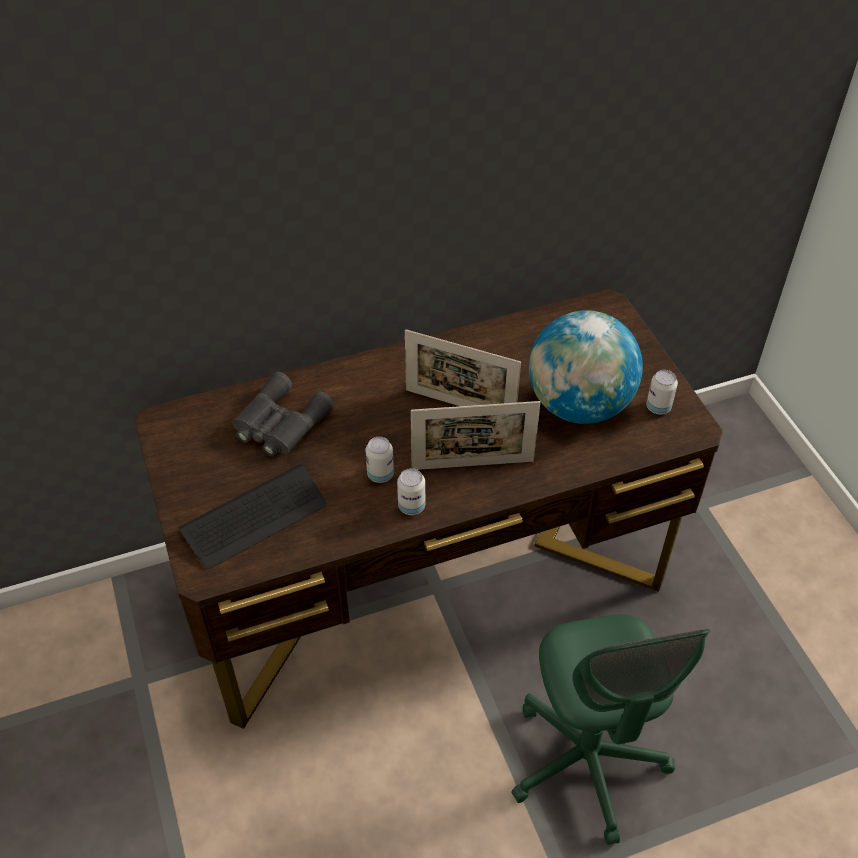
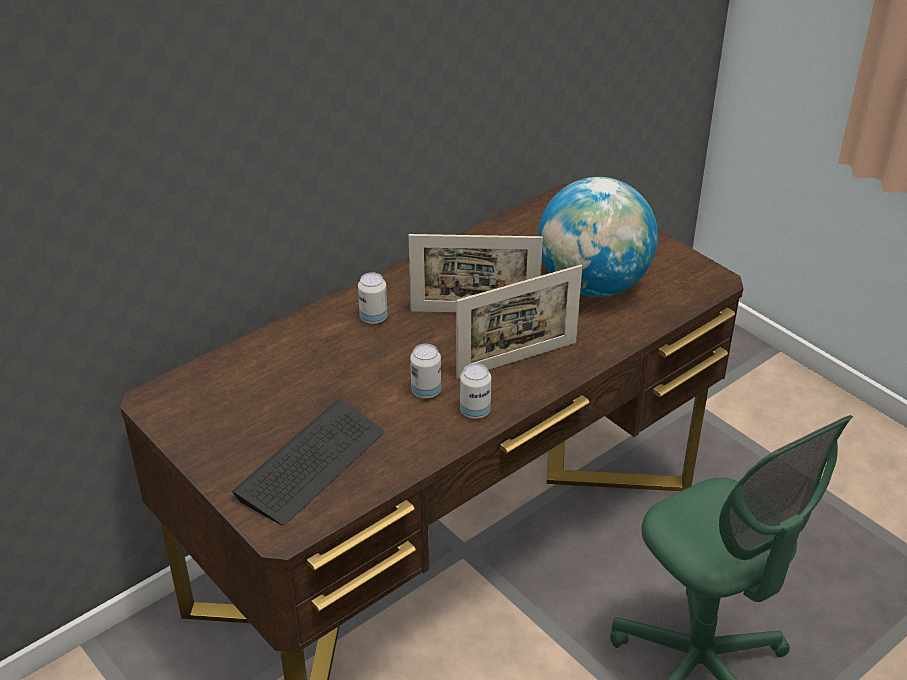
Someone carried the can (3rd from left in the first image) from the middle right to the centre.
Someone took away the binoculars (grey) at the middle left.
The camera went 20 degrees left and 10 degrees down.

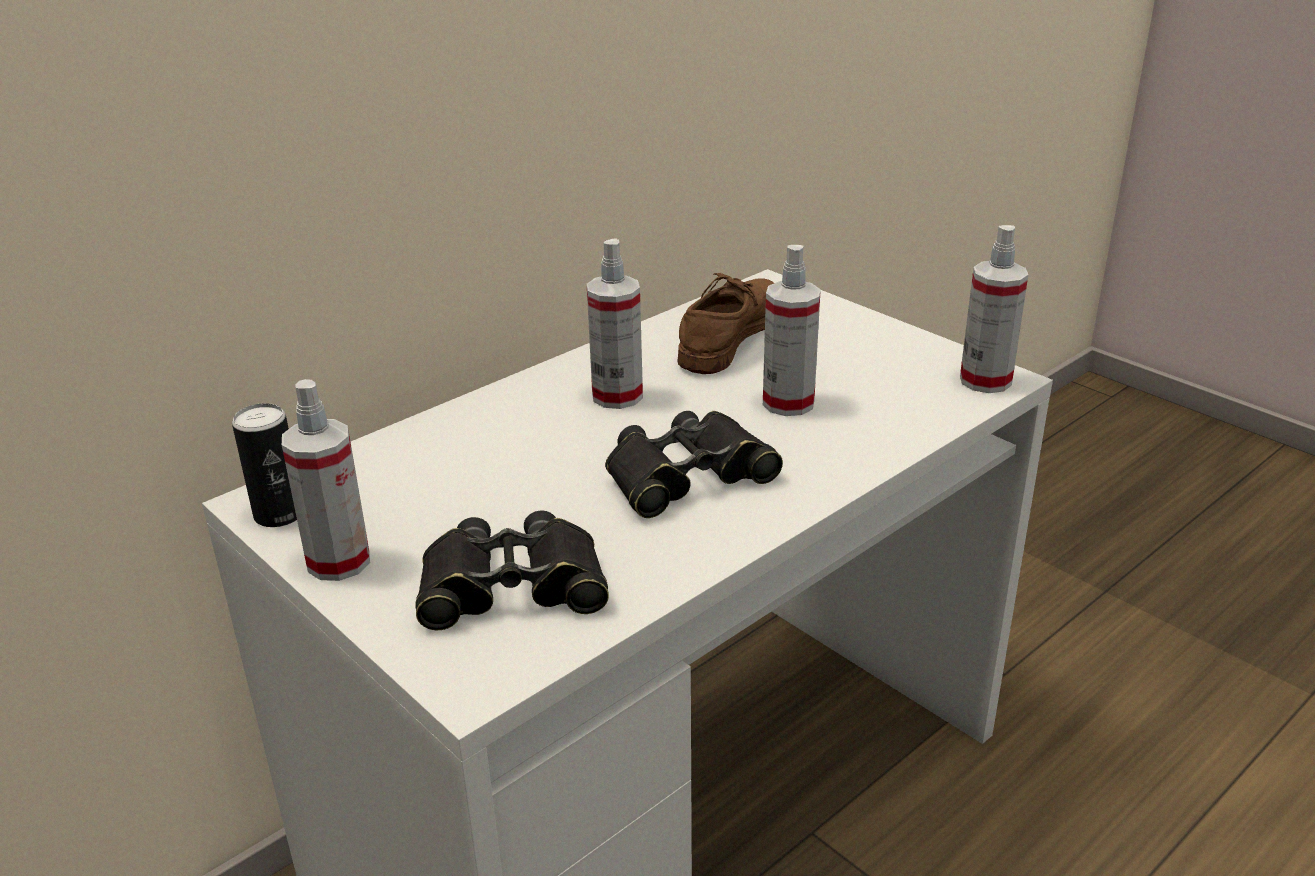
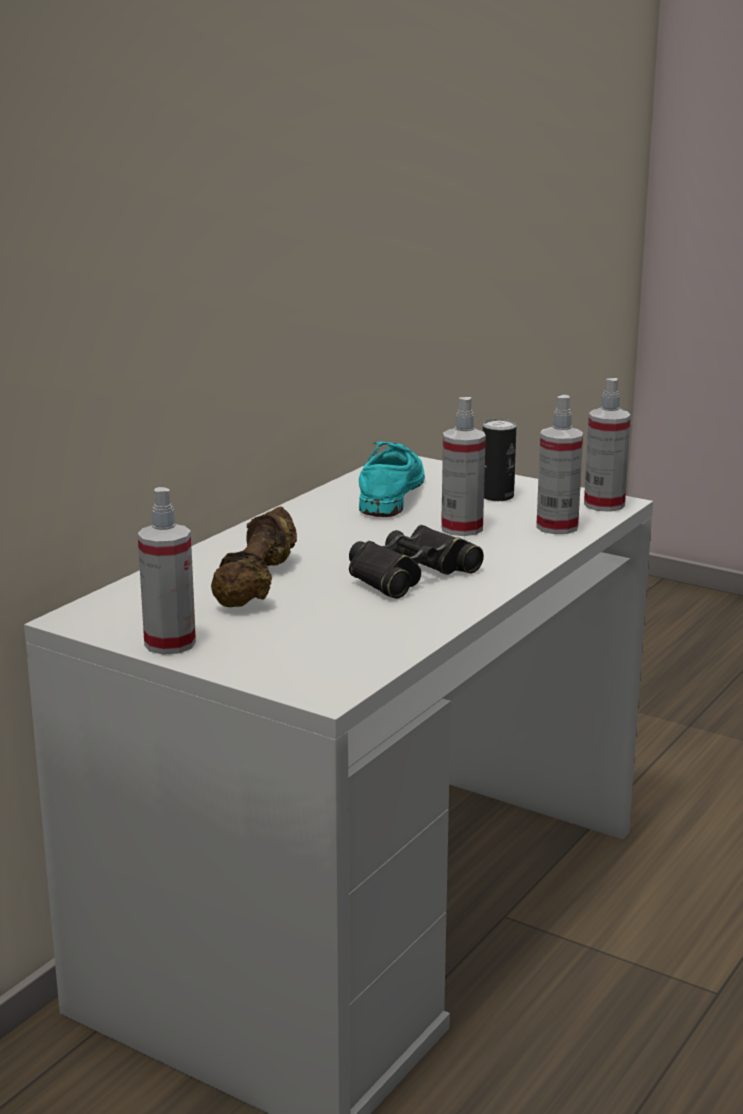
Someone put down the dumbbell (brown) at the centre.
Someone repainted the shoe (brown) at the centre, which became the shoe (turquoise) at the centre.
Someone carried the can from the middle left to the middle right.
Someone carried the spray bottle (2nd from left in the first image) from the centre to the middle right.
Someone took away the binoculars (black) (1st from left) at the centre.
The camera went 15 degrees left and 10 degrees down.

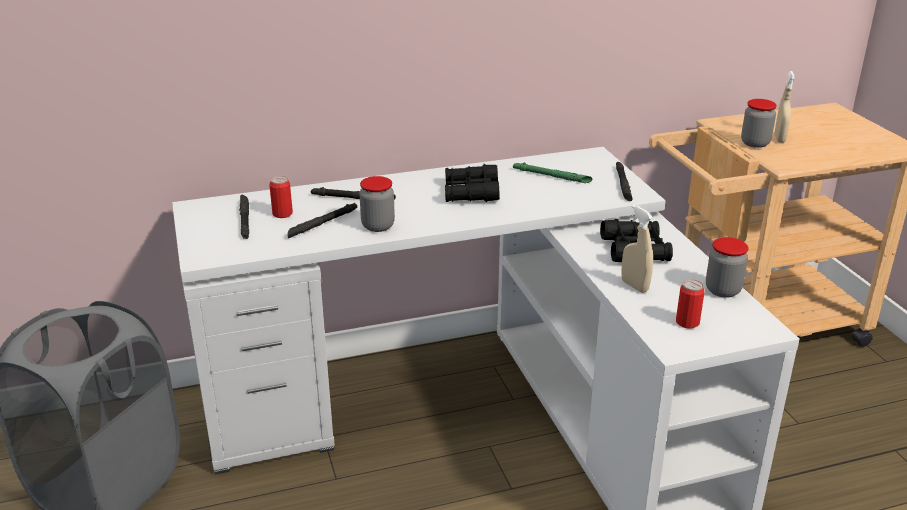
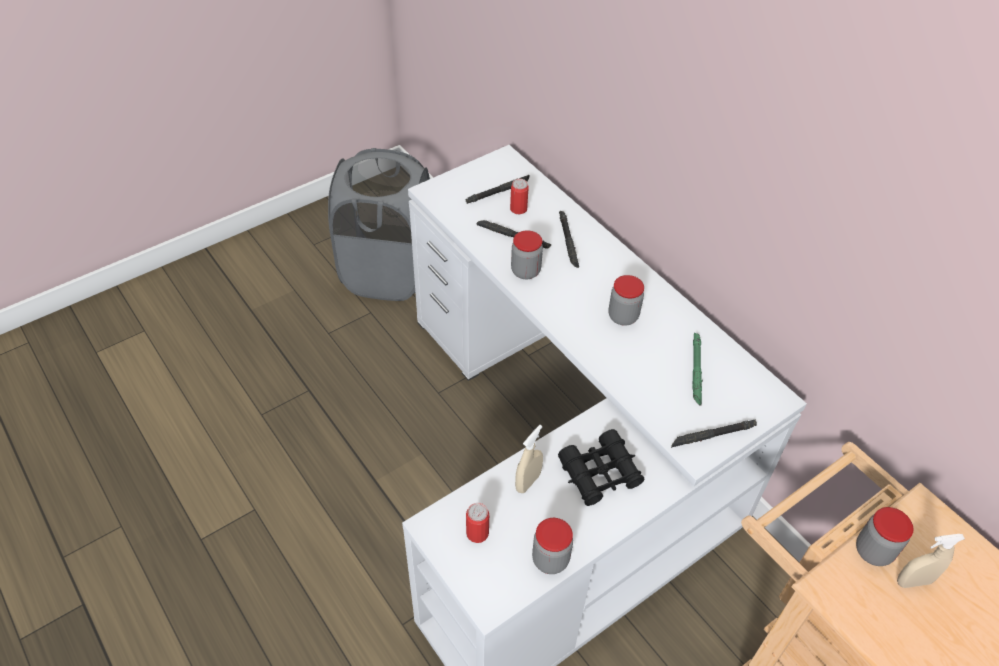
Someone swapped the binoculars (black) (1st from left) at the centre for the jar (3rd from left) at the centre.
The camera went 70 degrees right and 20 degrees up.

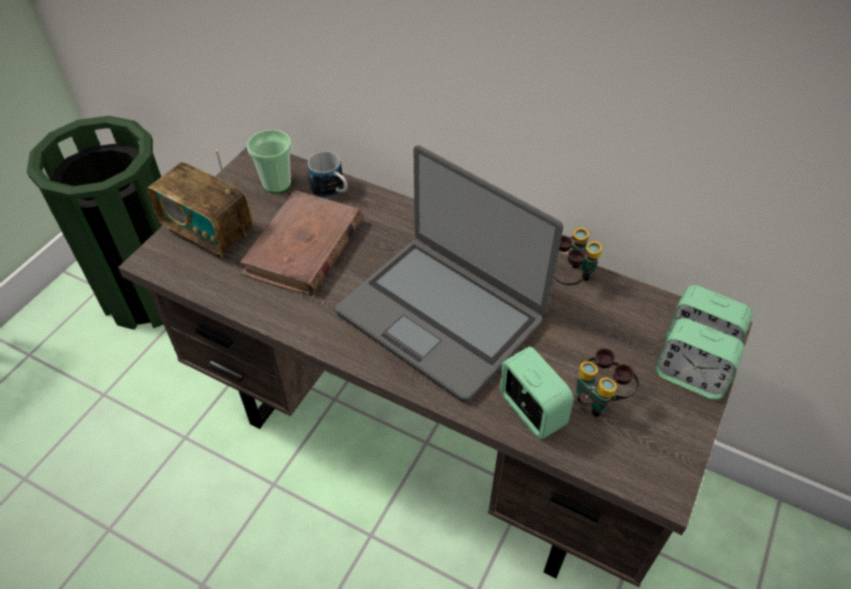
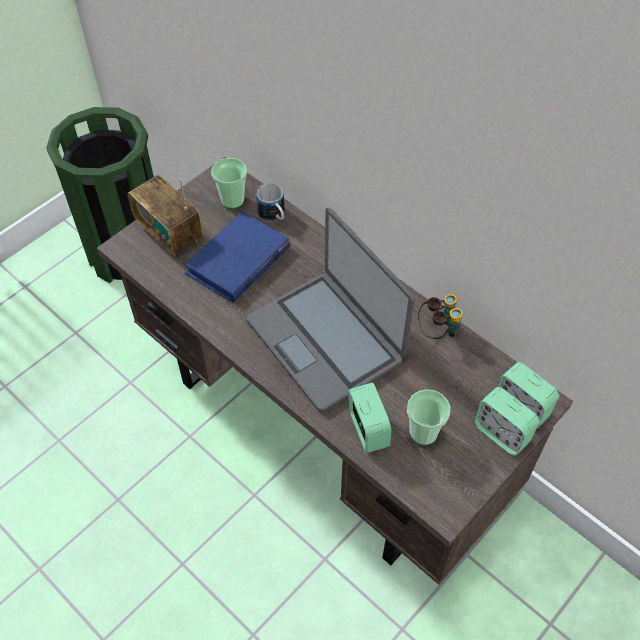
Someone repainted the book (brown) at the centre, which became the book (blue) at the centre.
Someone swapped the binoculars (2nd from left) at the middle right for the cup (2nd from left) at the middle right.
The camera went 15 degrees right and 5 degrees up.

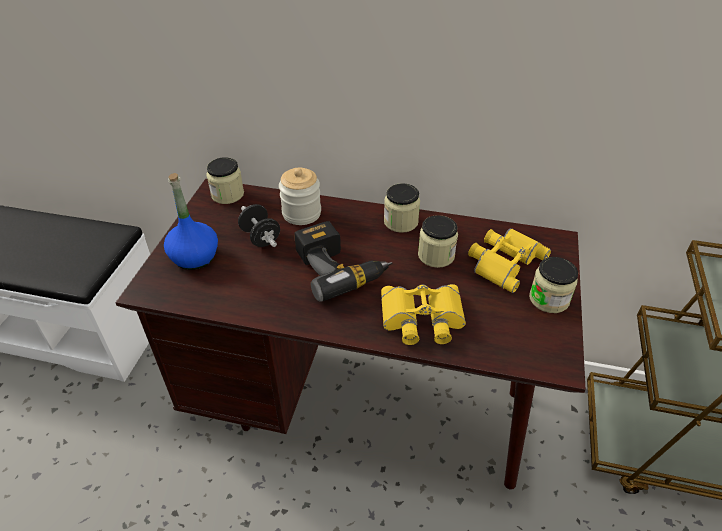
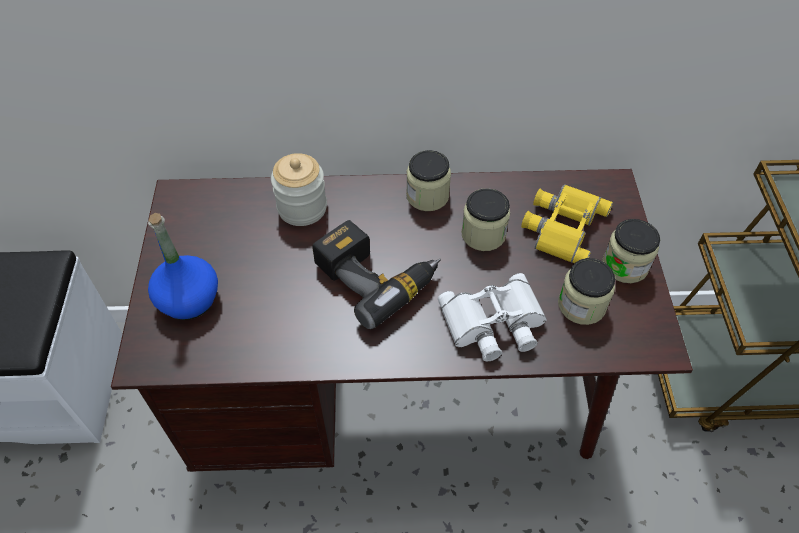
Someone repainted the binoculars (yellow) (1st from left) at the centre, which became the binoculars (white) at the centre.
Someone carried the jar (1st from left in the first image) from the middle left to the middle right.
Someone took away the dumbbell (black) at the centre.
The camera went 15 degrees left and 10 degrees up.

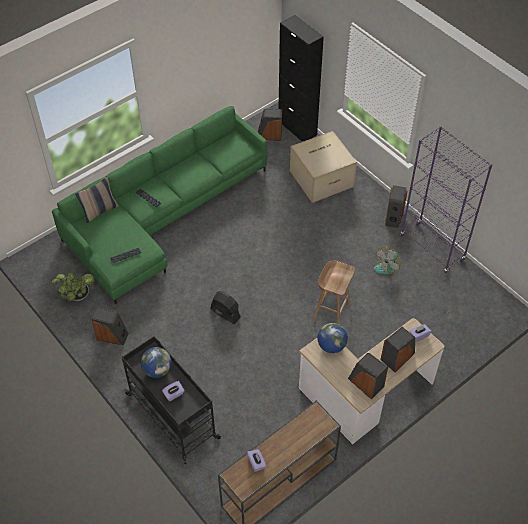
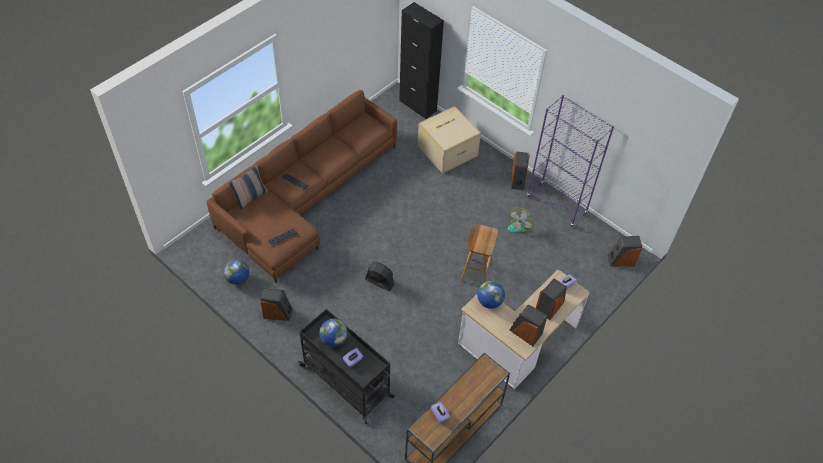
Someone repainted the sofa (green) at the middle left, which became the sofa (brown) at the centre.
Someone swapped the potted plant at the middle left for the globe (1st from left) at the middle left.
Someone carried the speaker (2nd from left in the first image) from the top centre to the middle right.
The camera went 10 degrees left and 0 degrees up.

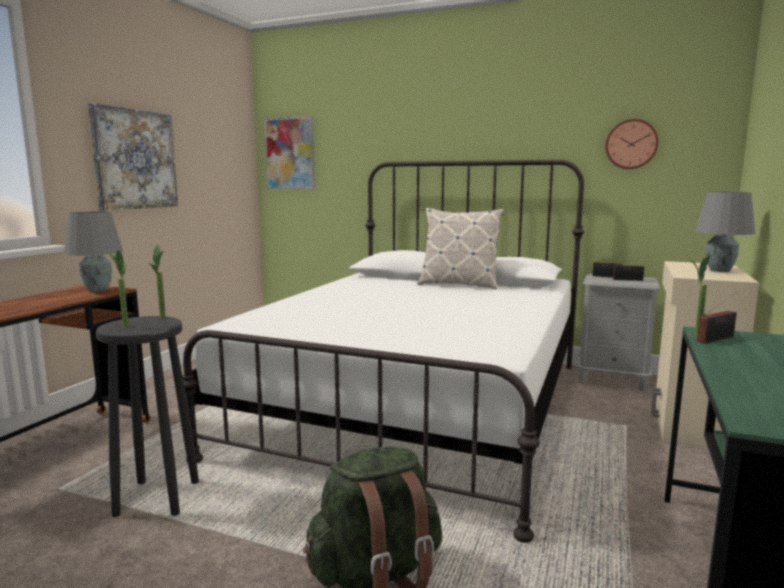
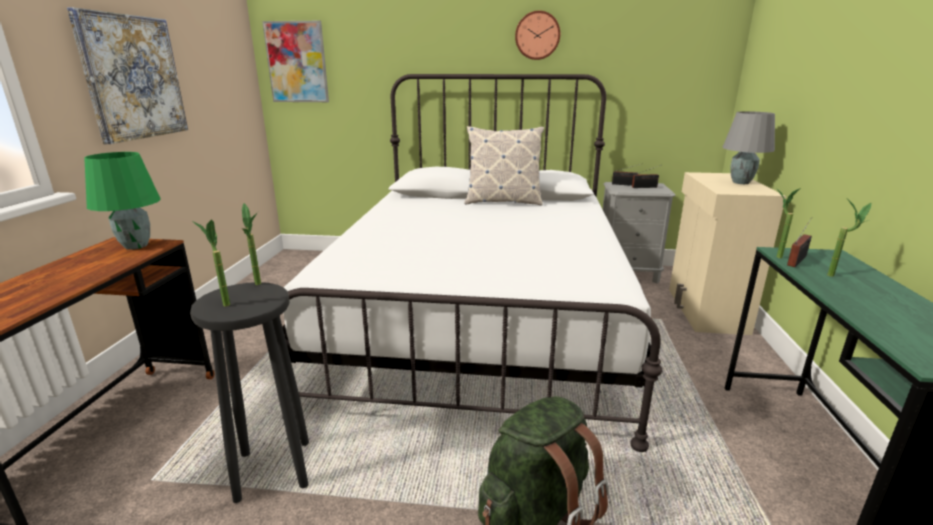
Someone repainted the table lamp (grey) (1st from left) at the middle left, which became the table lamp (green) at the middle left.
Someone carried the wall clock from the top right to the top centre.
Someone put down the potted plant (4th from left) at the middle right.
The camera went 15 degrees left and 10 degrees up.

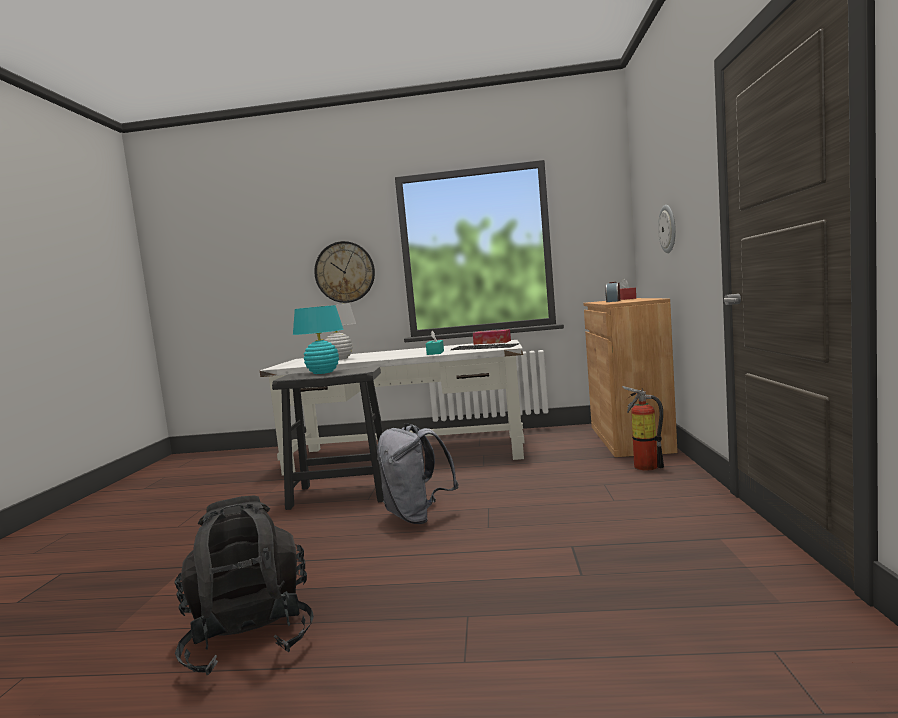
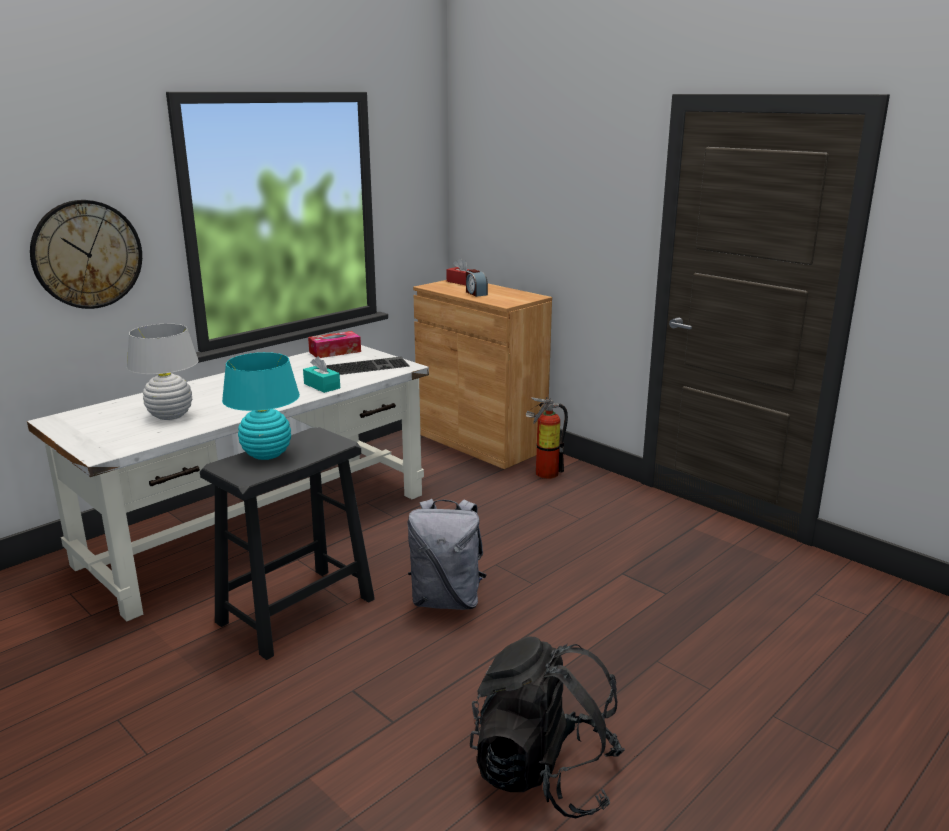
Someone took away the wall clock (2nd from left) at the top right.
The camera went 50 degrees left and 15 degrees up.

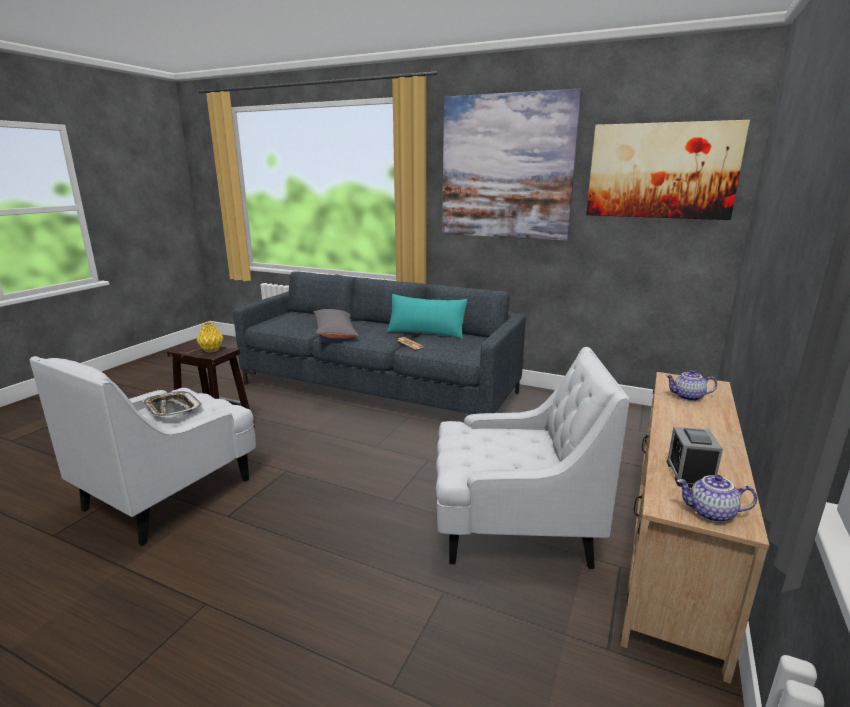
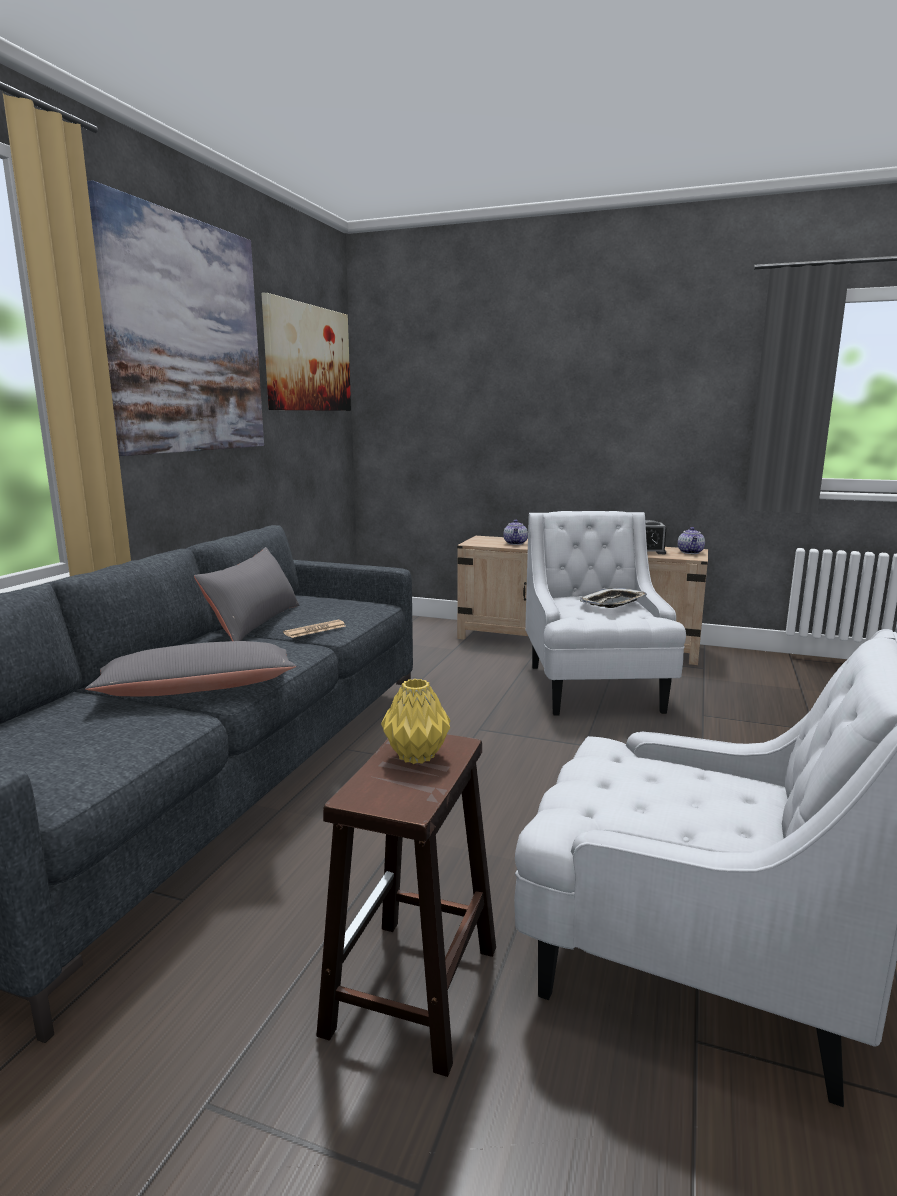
Someone repainted the pillow (turquoise) at the centre, which became the pillow (grey) (2nd from left) at the middle left.
Someone carried the tray from the middle left to the middle right.
The camera went 95 degrees left and 5 degrees down.

